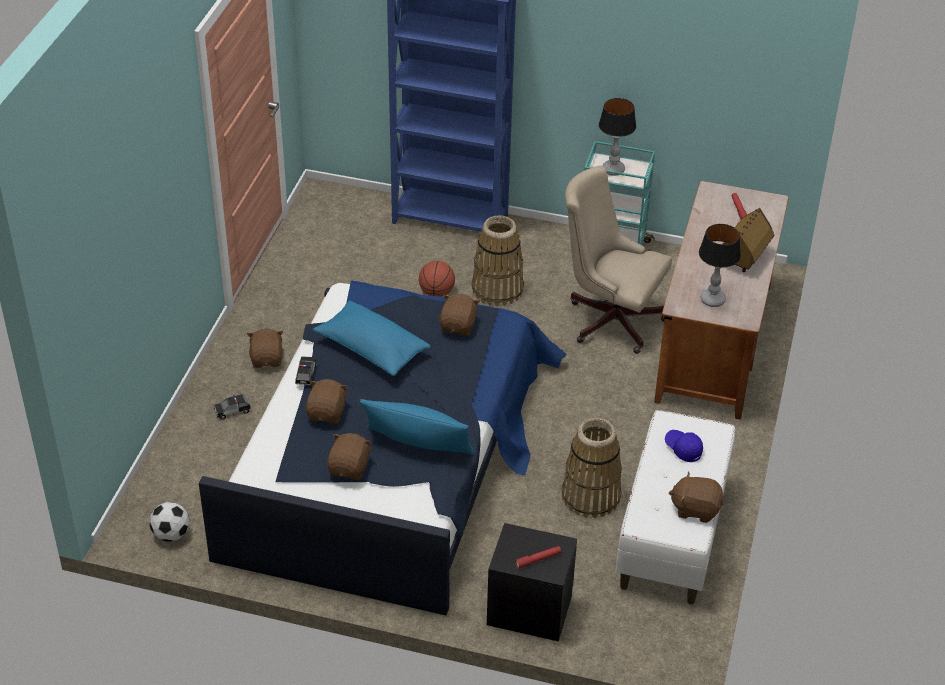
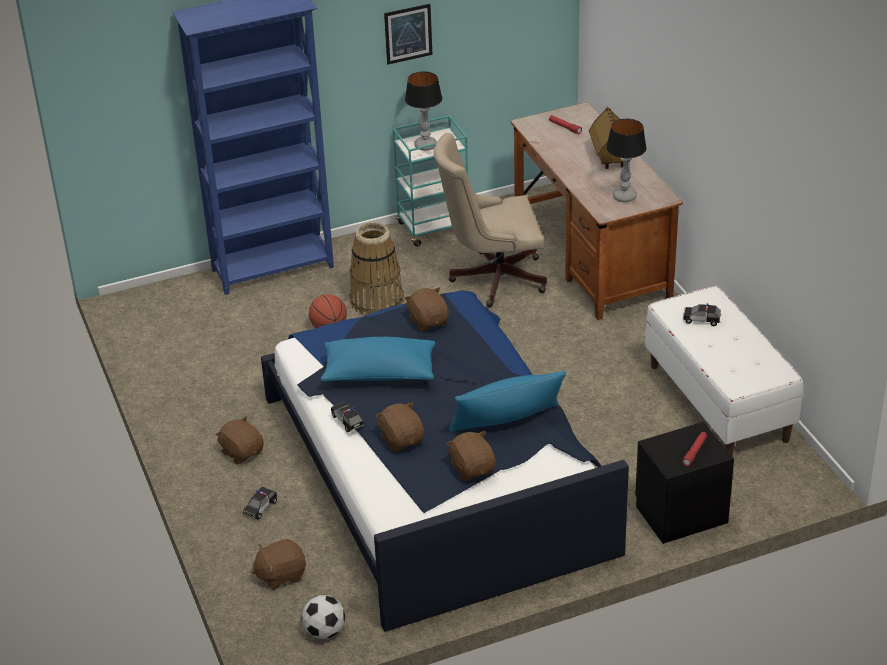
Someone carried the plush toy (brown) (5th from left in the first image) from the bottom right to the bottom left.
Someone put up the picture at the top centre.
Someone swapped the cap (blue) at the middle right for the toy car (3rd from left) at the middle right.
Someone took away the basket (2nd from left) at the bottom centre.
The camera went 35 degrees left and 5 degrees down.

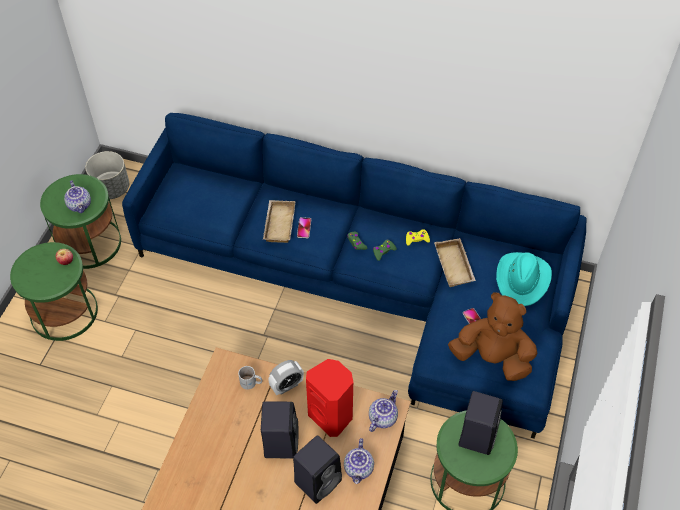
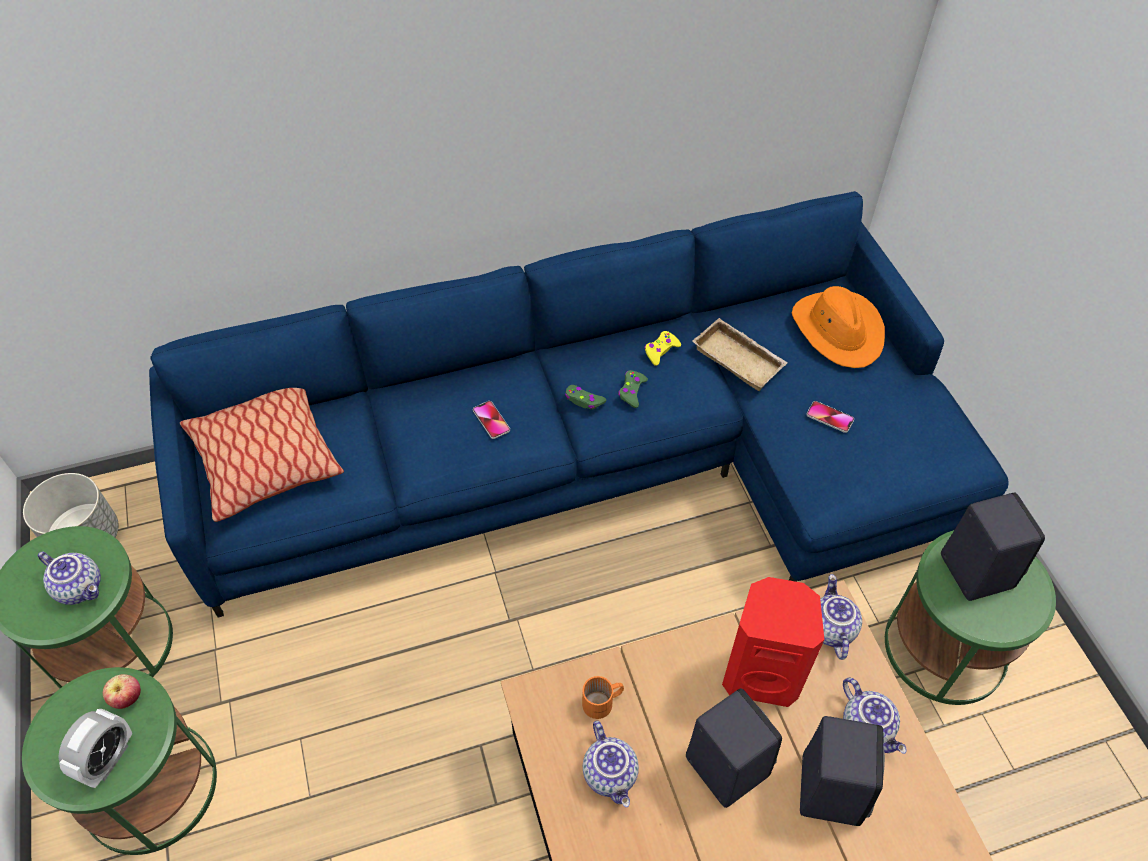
Someone carried the alarm clock from the bottom centre to the bottom left.
Someone put down the pillow at the middle left.
Someone repainted the mug (white) at the bottom centre, which became the mug (orange) at the bottom centre.
Someone put down the teapot (2nd from left) at the bottom centre.
Someone repainted the hat (turquoise) at the middle right, which became the hat (orange) at the middle right.
Someone took away the tray (beige) (1st from left) at the centre.
Someone took away the plush toy (brown) at the middle right.
The camera went 35 degrees left and 0 degrees up.

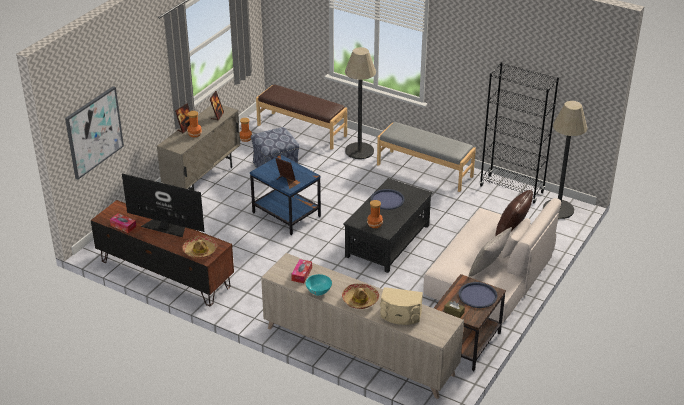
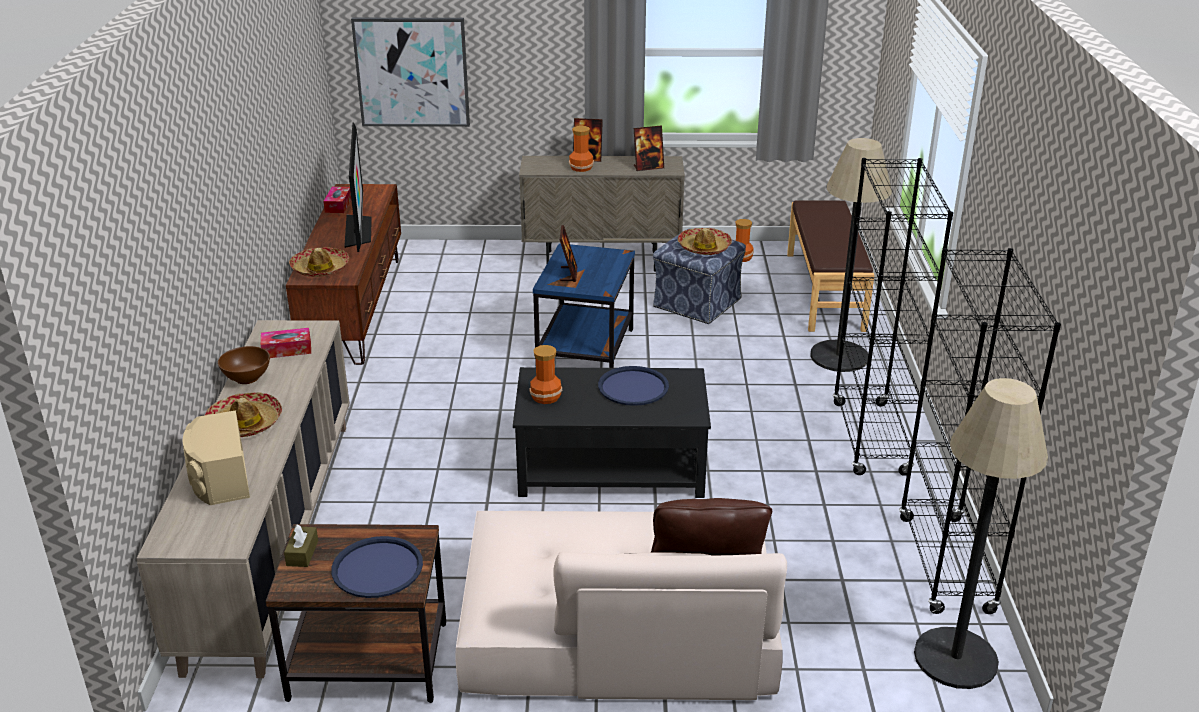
Someone repainted the bowl (turquoise) at the bottom centre, which became the bowl (brown) at the middle left.
Someone put down the hat (3rd from left) at the centre.
Someone swapped the bench (grey) at the centre for the bookcase (black) (1st from left) at the middle right.
Someone took away the pillow (grey) at the middle right.
The camera went 60 degrees right and 5 degrees down.

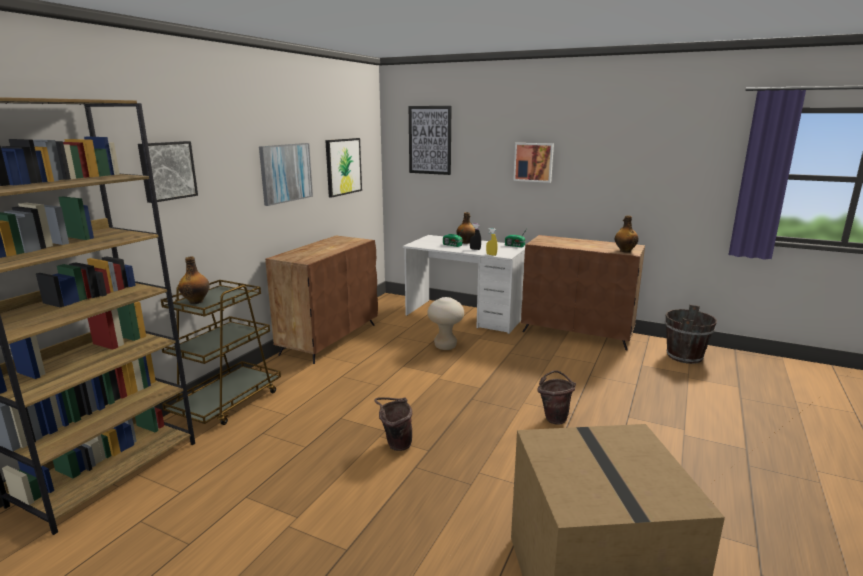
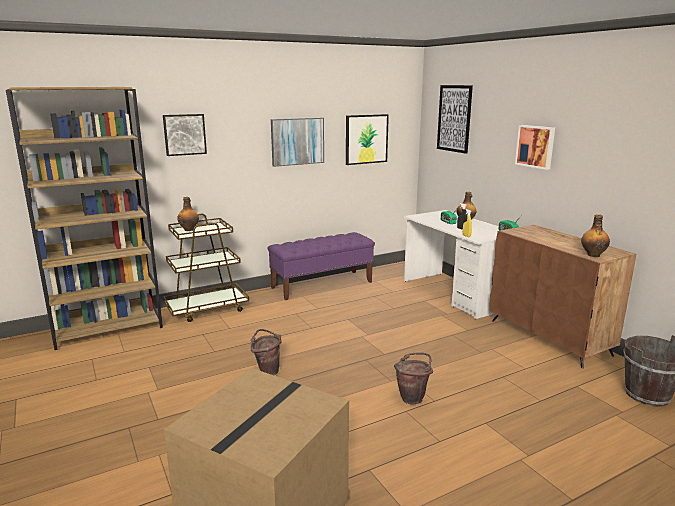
Someone swapped the cabinet (brown) (1st from left) at the centre for the bench (purple) at the centre.
Someone took away the stool (beige) at the centre.
The camera went 35 degrees right and 0 degrees up.

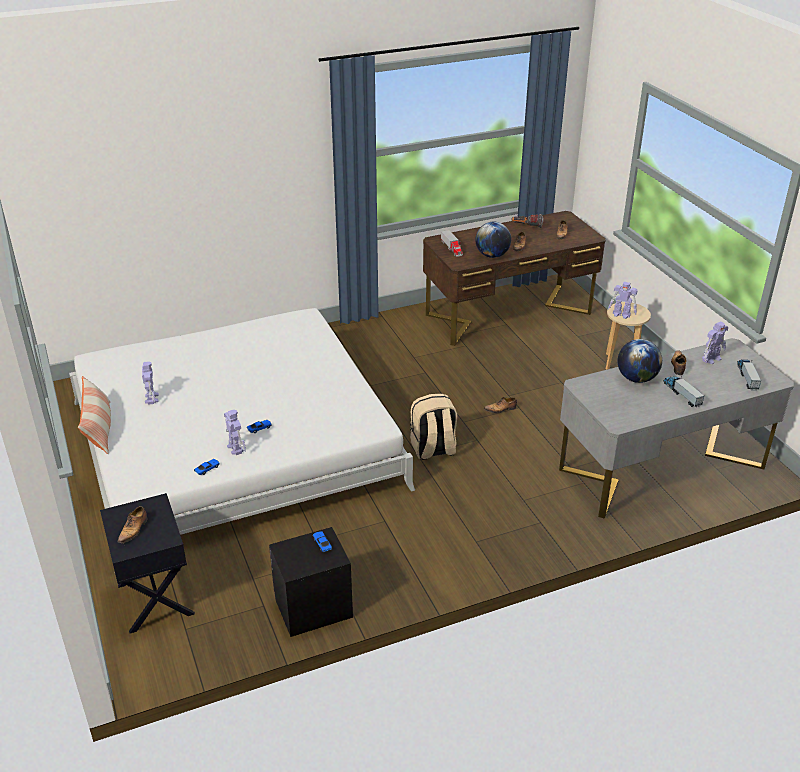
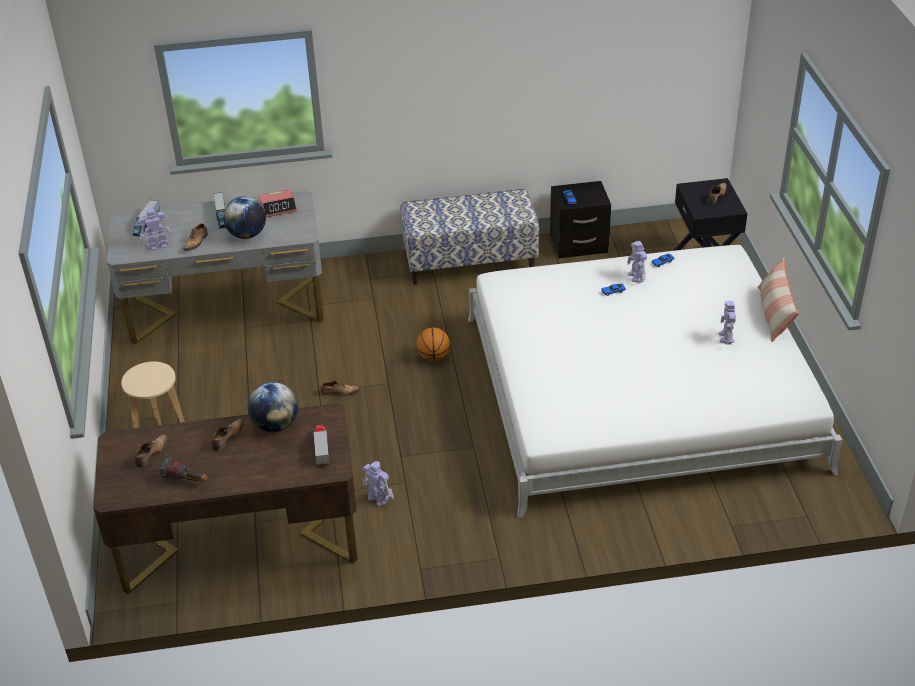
Someone put down the alarm clock at the top left.
Someone carried the toy robot (3rd from left in the first image) from the middle right to the bottom centre.
Someone put down the bench at the centre.
Someone swapped the backpack (beige) at the centre for the basketball at the centre.
The camera went 165 degrees left and 5 degrees up.

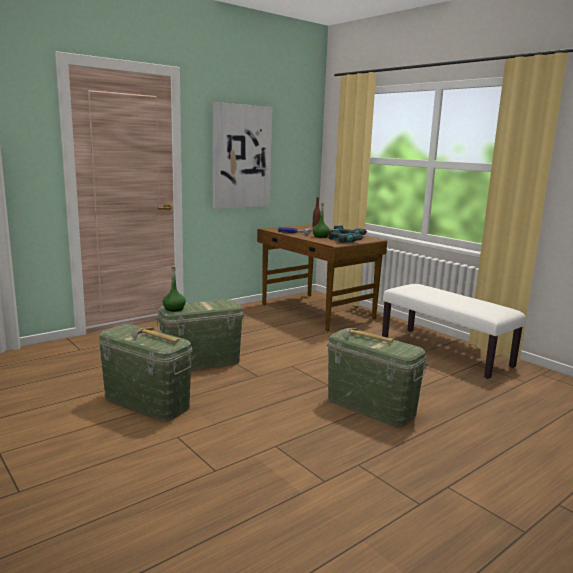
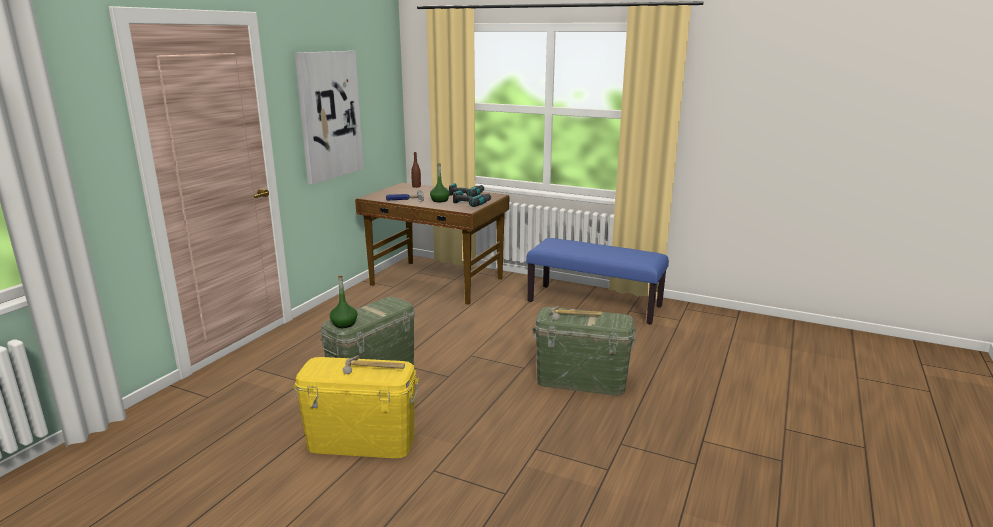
Someone repainted the storage box (green) (1st from left) at the middle left, which became the storage box (yellow) at the bottom centre.
Someone repainted the bench (white) at the middle right, which became the bench (blue) at the centre.
The camera went 25 degrees left and 5 degrees up.

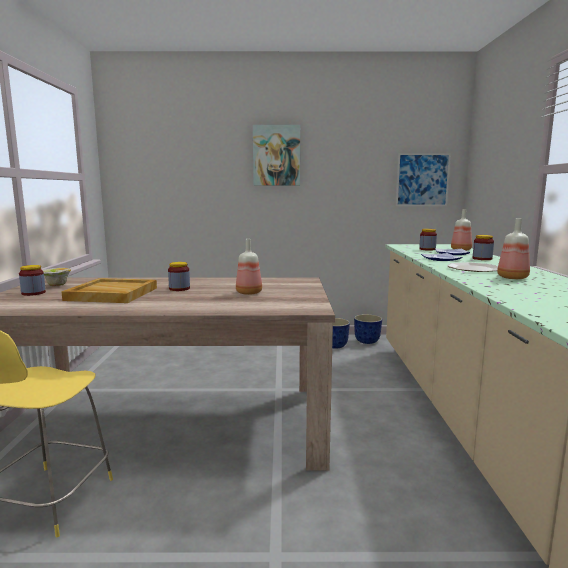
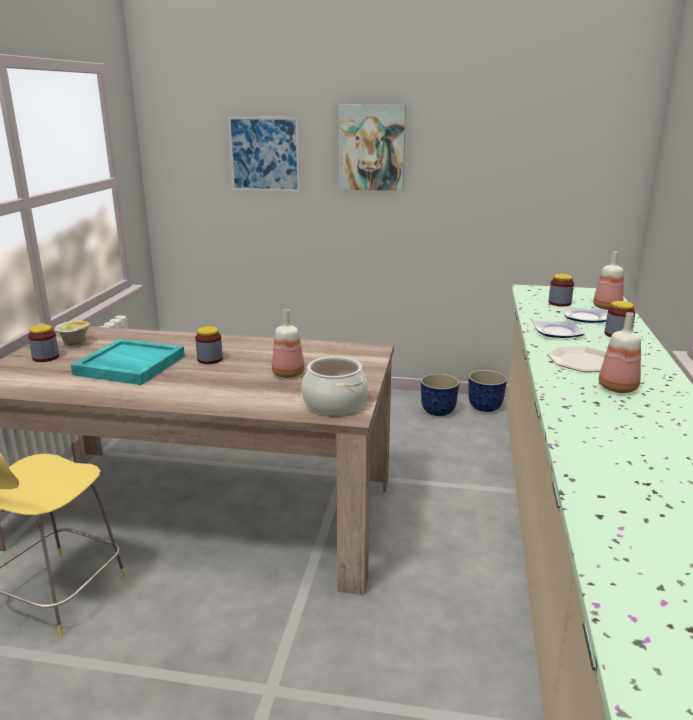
Someone repainted the tray (beige) at the middle left, which became the tray (turquoise) at the middle left.
Someone carried the picture (2nd from left in the first image) from the top right to the top centre.
Someone put down the cooking pot at the centre.
The camera went 10 degrees right and 10 degrees up.

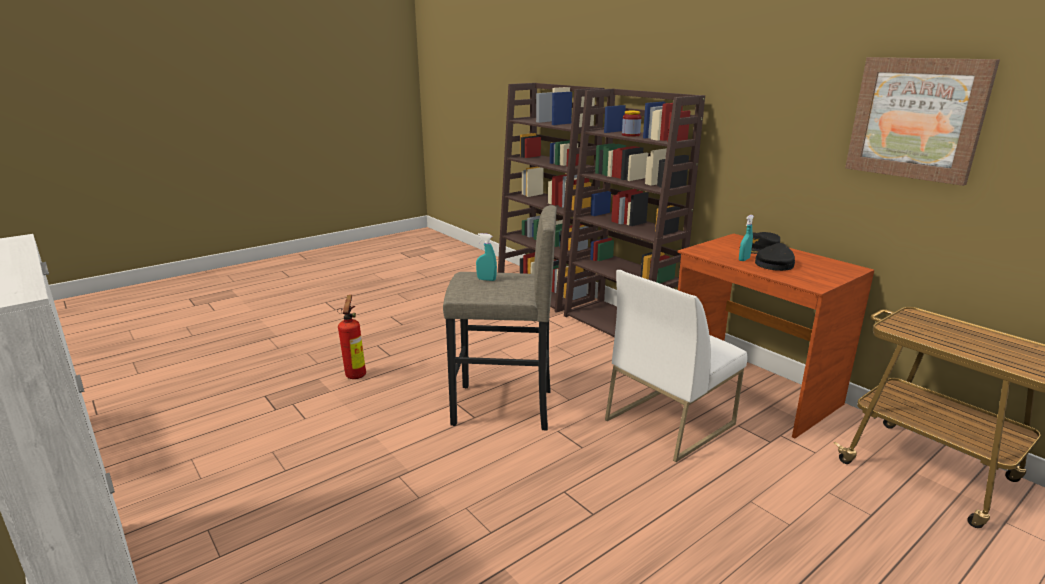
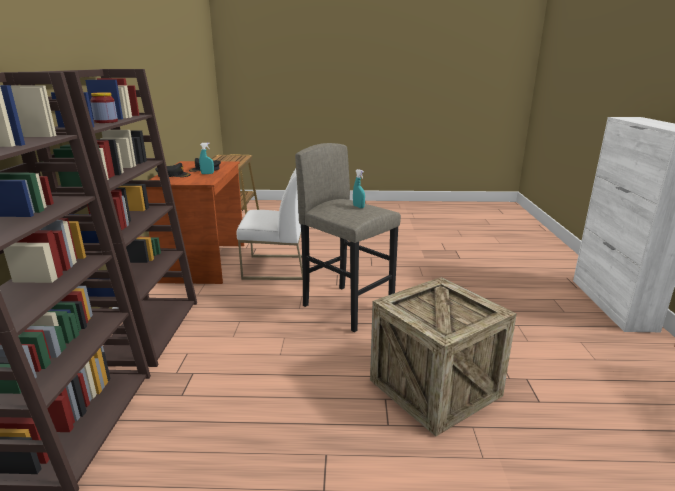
Someone swapped the fire extinguisher at the centre for the crate at the bottom centre.
Someone took away the picture at the top right.
The camera went 140 degrees left and 0 degrees up.

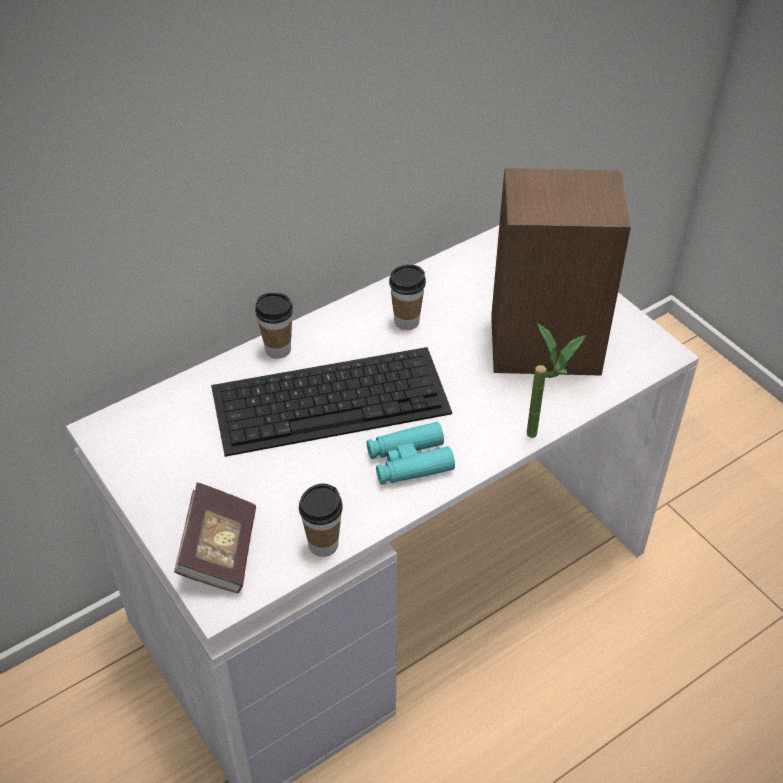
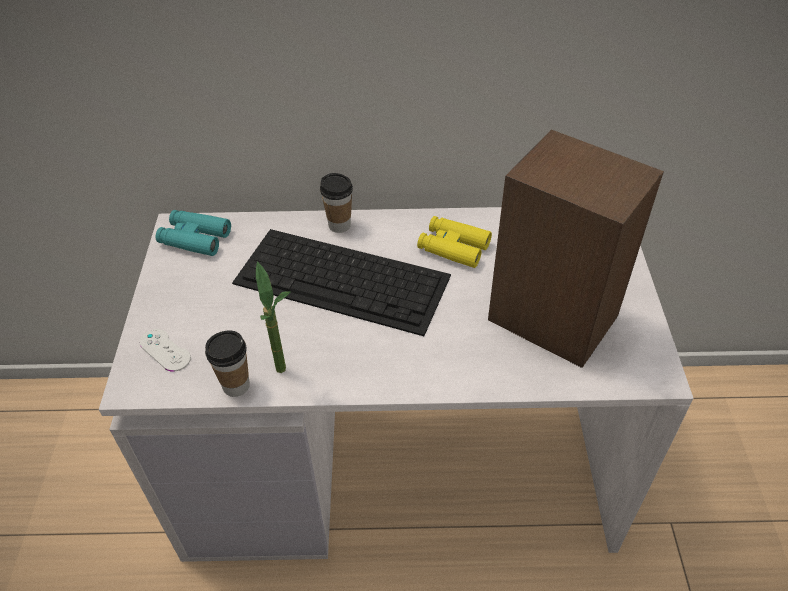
Someone swapped the book at the bottom left for the game controller (white) at the middle left.
Someone carried the binoculars (turquoise) from the centre to the middle left.
Someone carried the potted plant from the middle right to the centre.
Someone swapped the cup (3rd from left) at the centre for the binoculars (yellow) at the centre.
The camera went 35 degrees right and 0 degrees up.

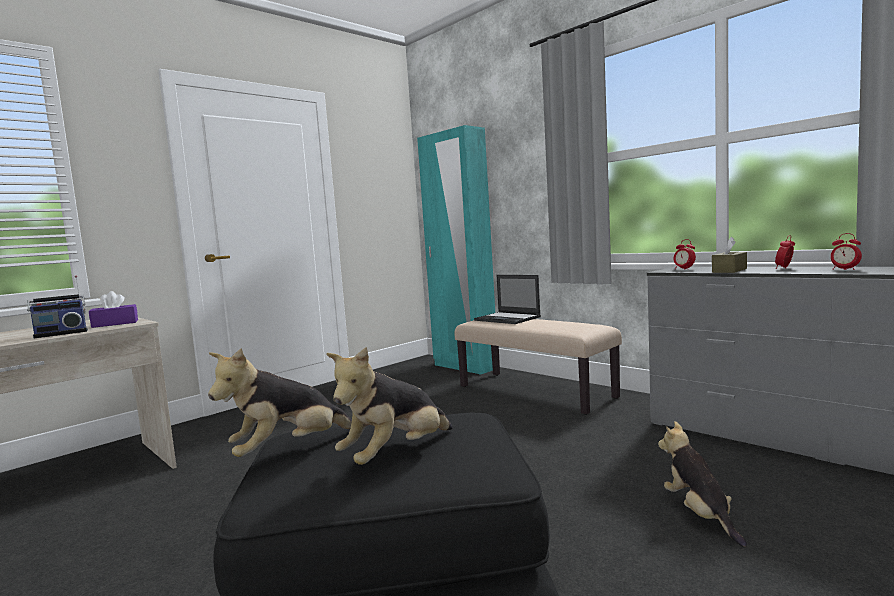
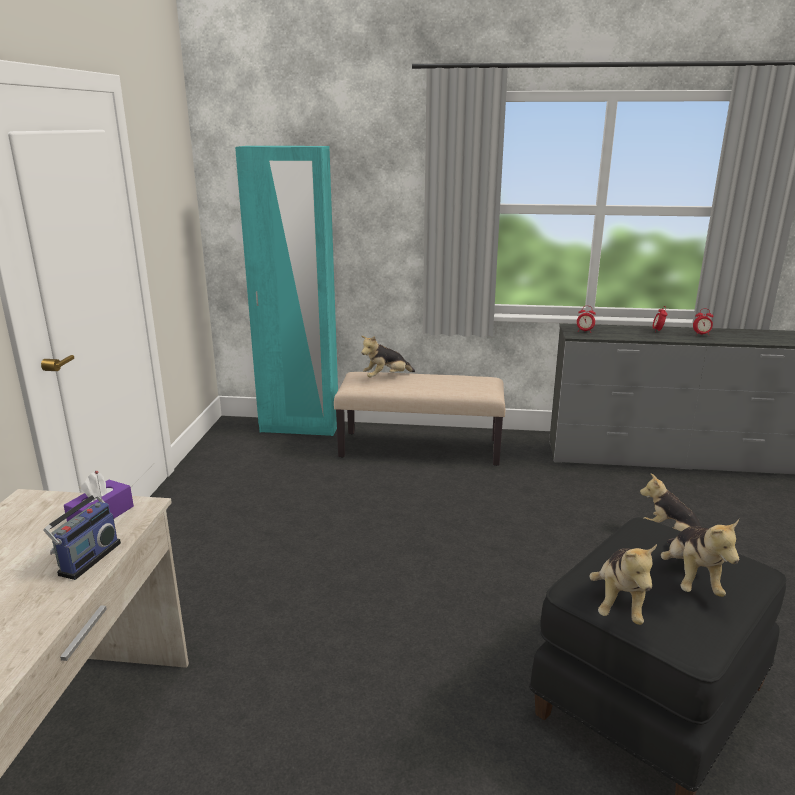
Someone swapped the laptop at the centre for the plush toy (1st from left) at the centre.
Someone took away the tissue box (brown) at the middle right.
The camera went 40 degrees left and 15 degrees up.

